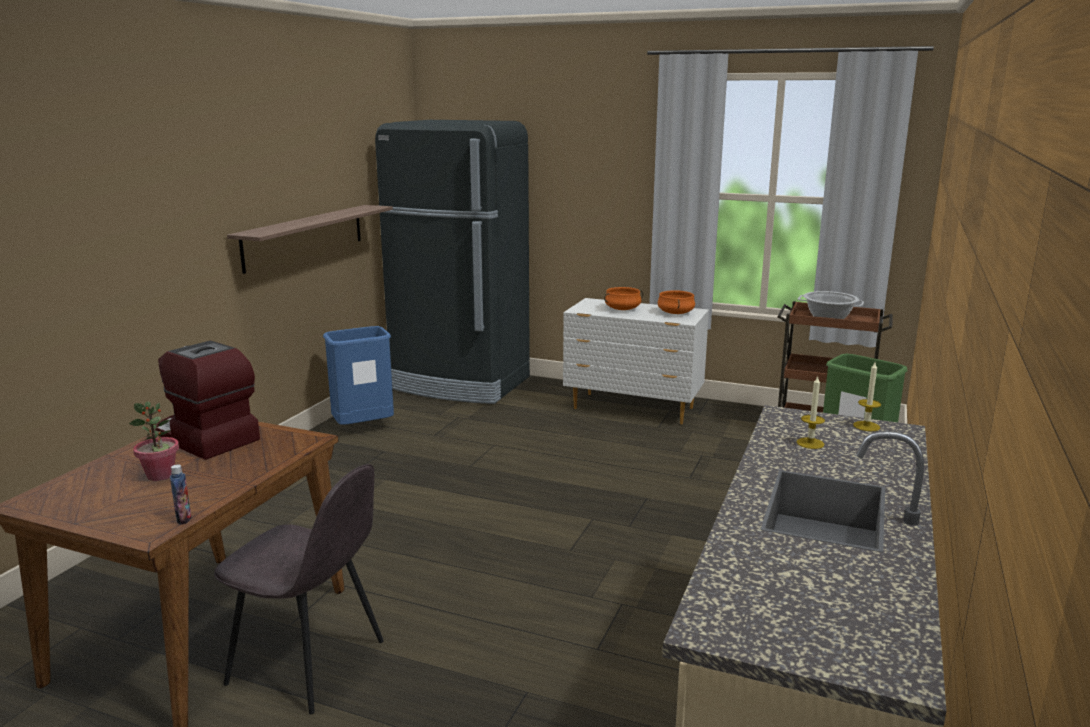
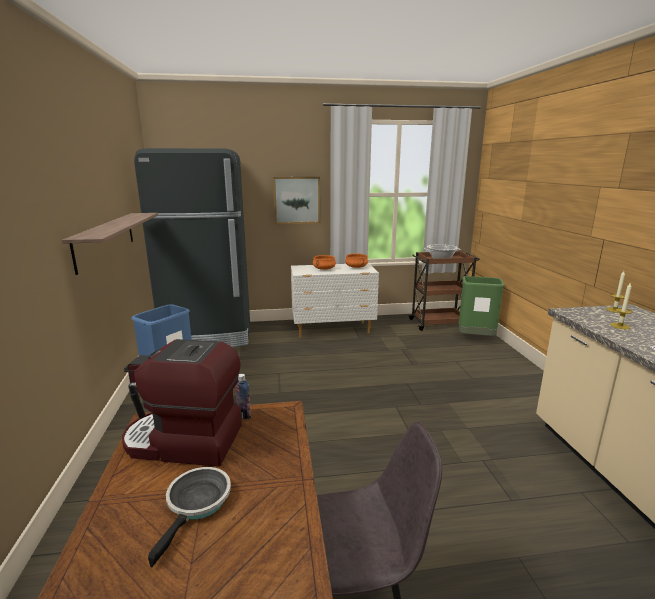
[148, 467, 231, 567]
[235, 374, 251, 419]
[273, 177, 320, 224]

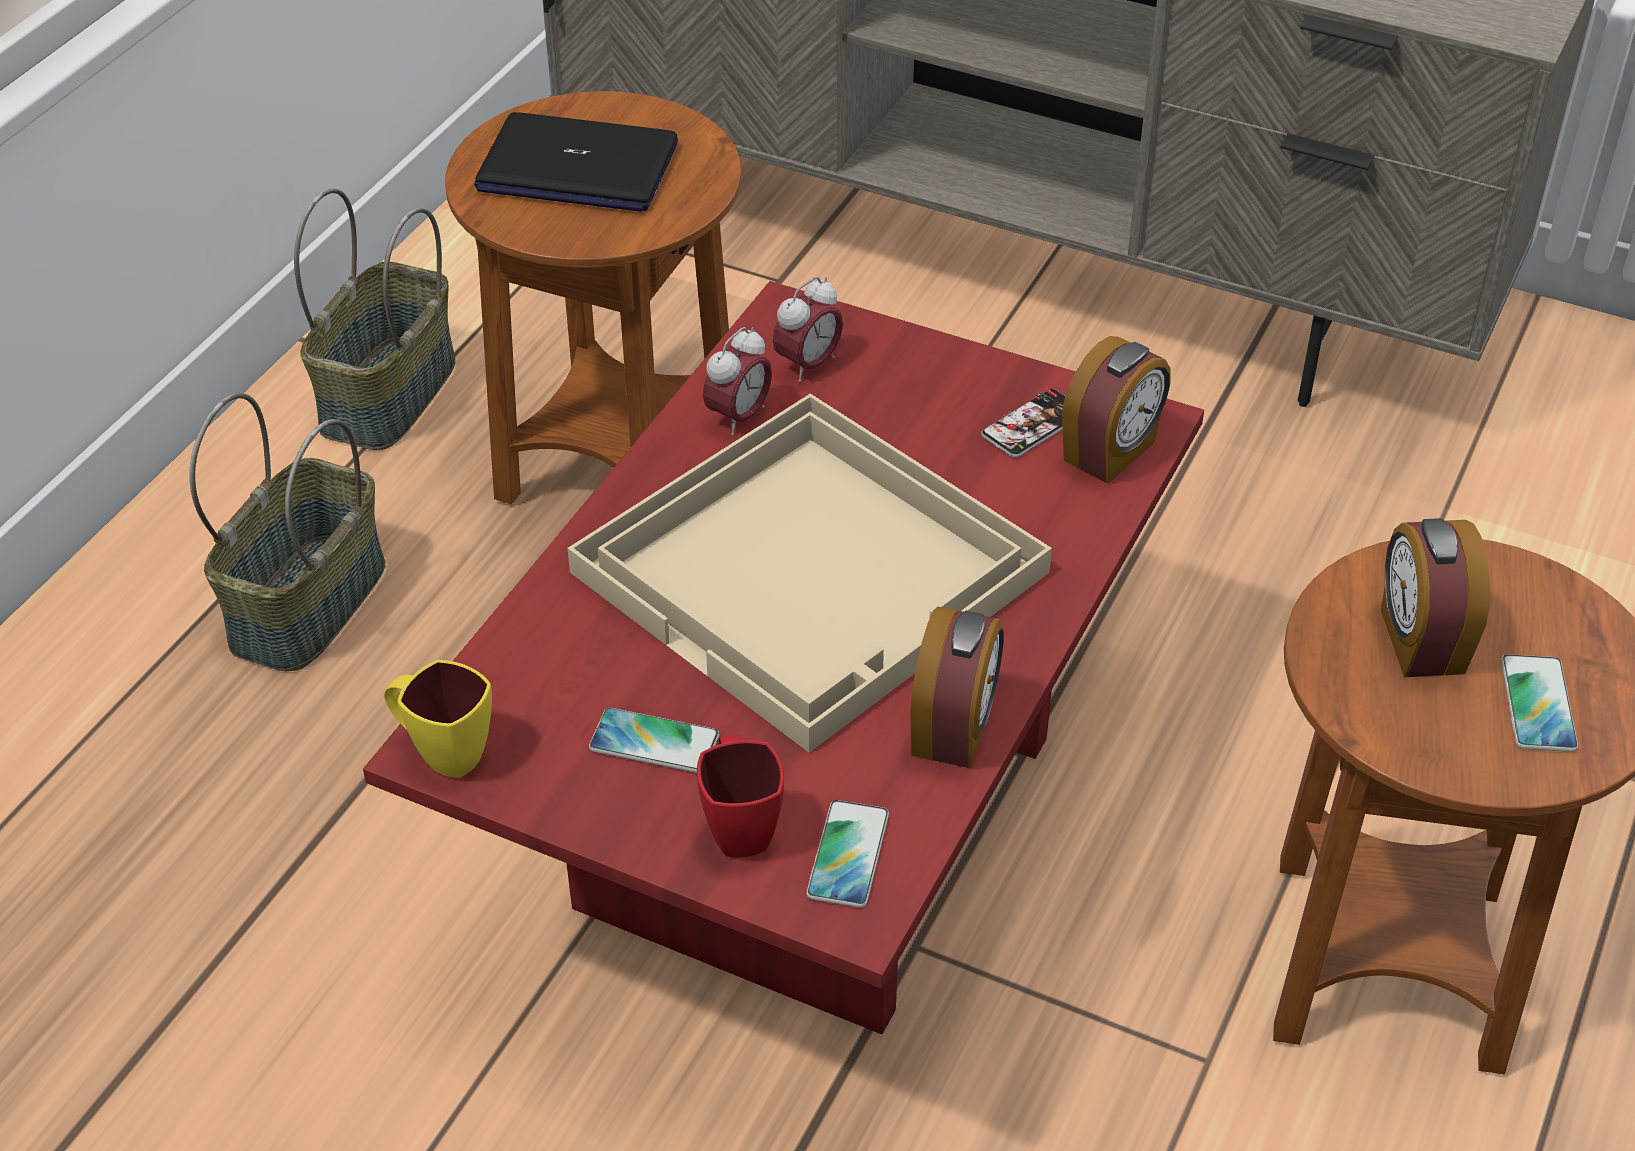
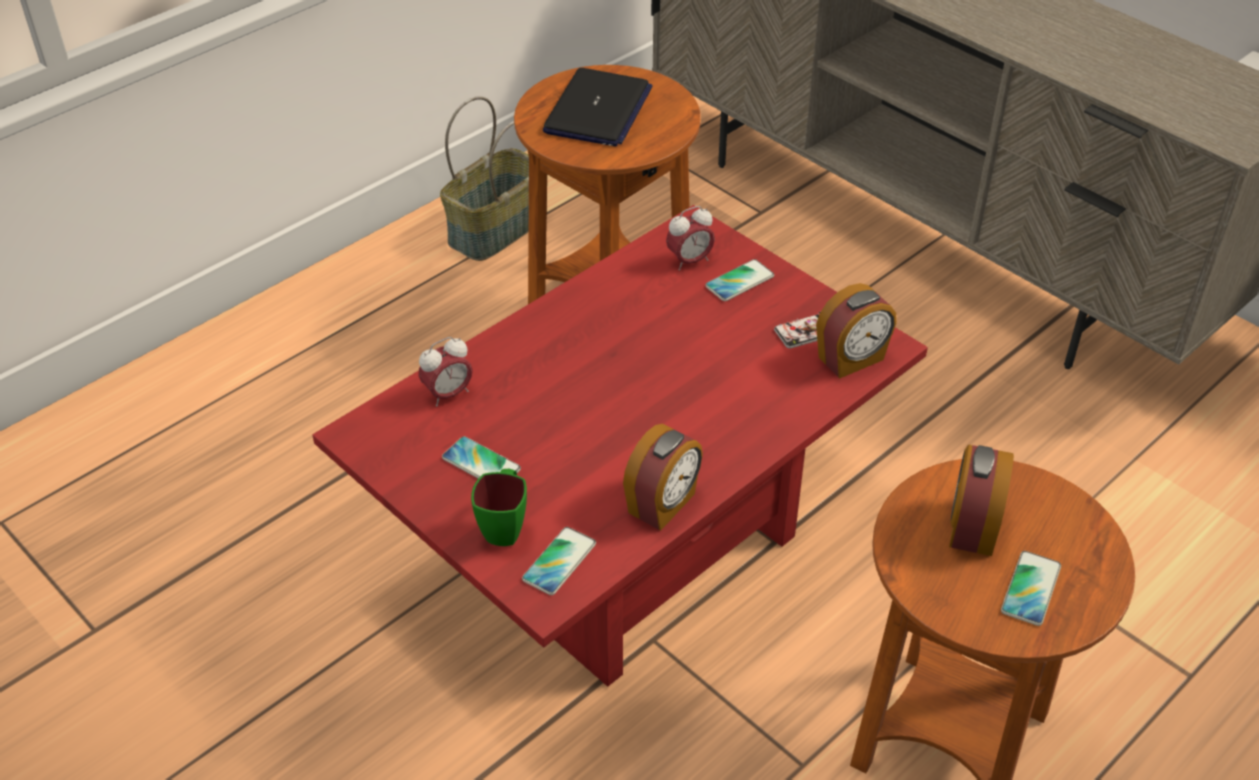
[543, 68, 653, 146]
[418, 337, 473, 407]
[190, 393, 385, 671] (first image)
[567, 394, 1052, 752] (first image)
[385, 660, 492, 778] (first image)
[471, 469, 527, 546]
[705, 259, 774, 301]

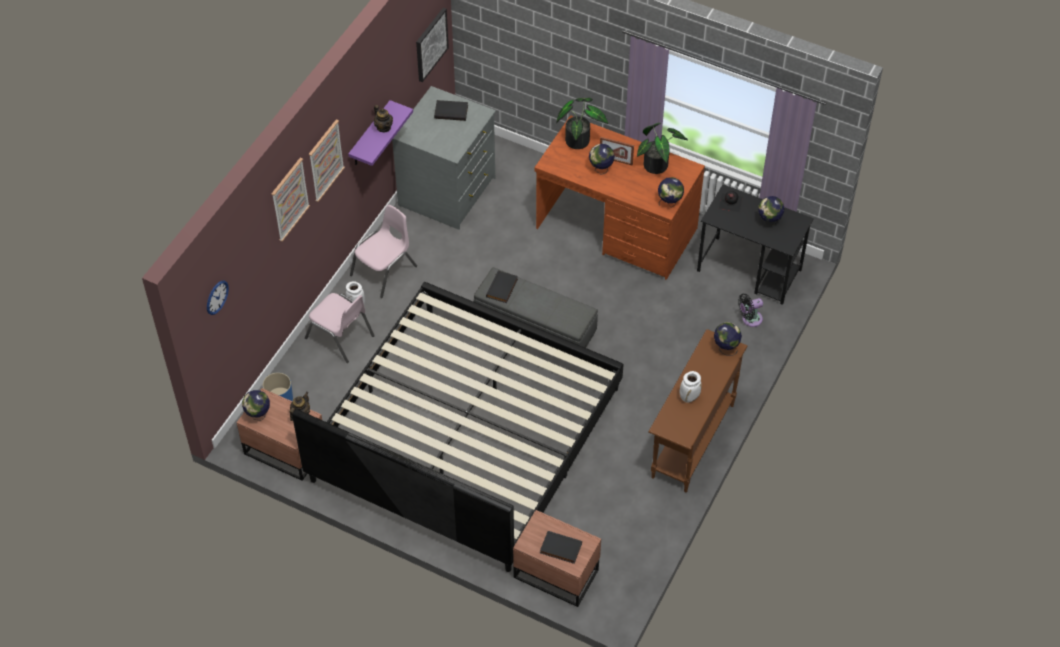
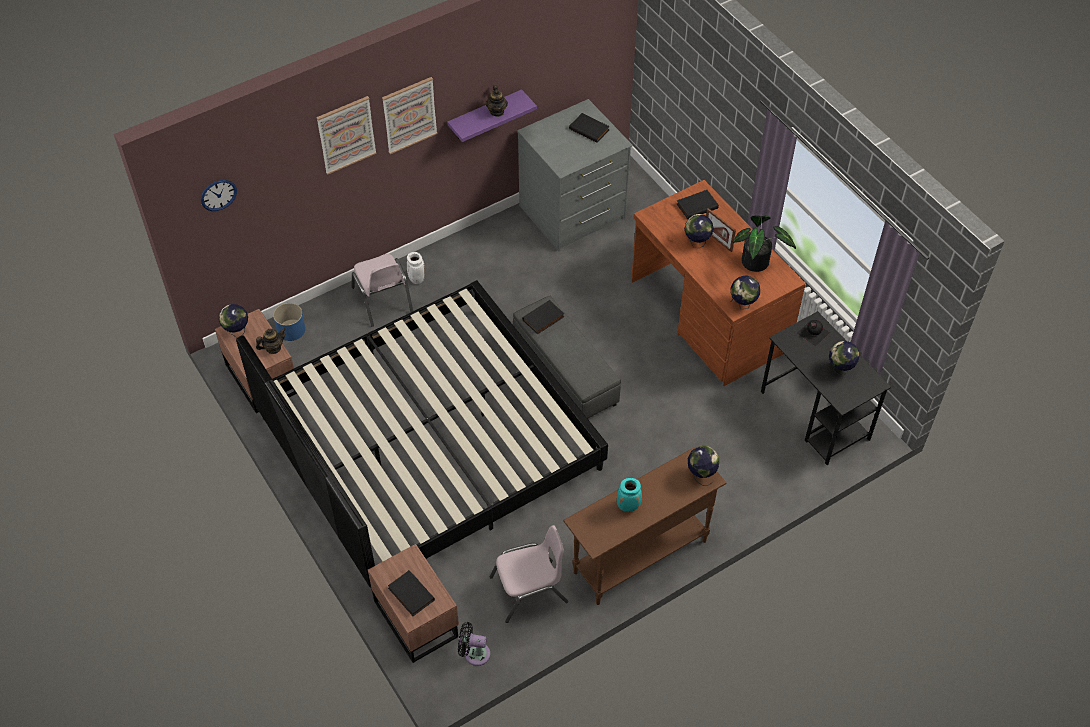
[416, 8, 449, 82] (first image)
[677, 190, 719, 219]
[490, 525, 568, 623]
[458, 622, 490, 666]
[617, 478, 642, 512]

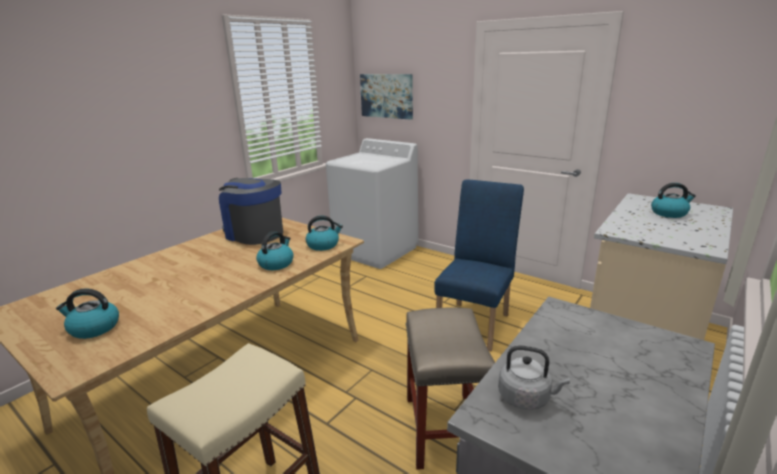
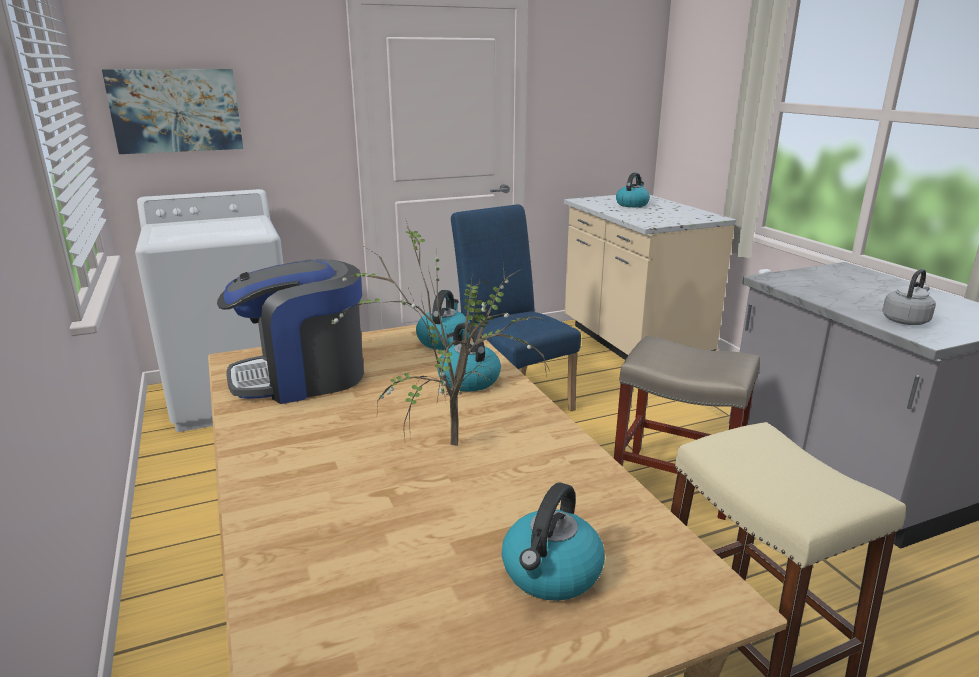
[331, 218, 553, 446]

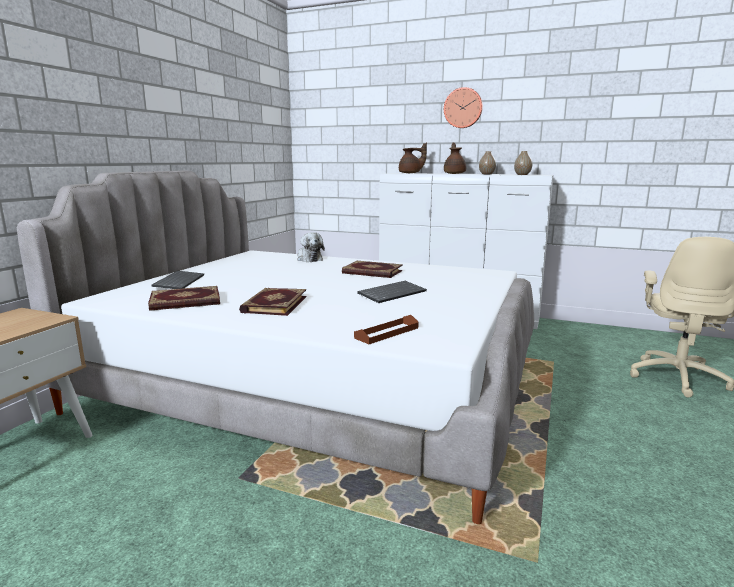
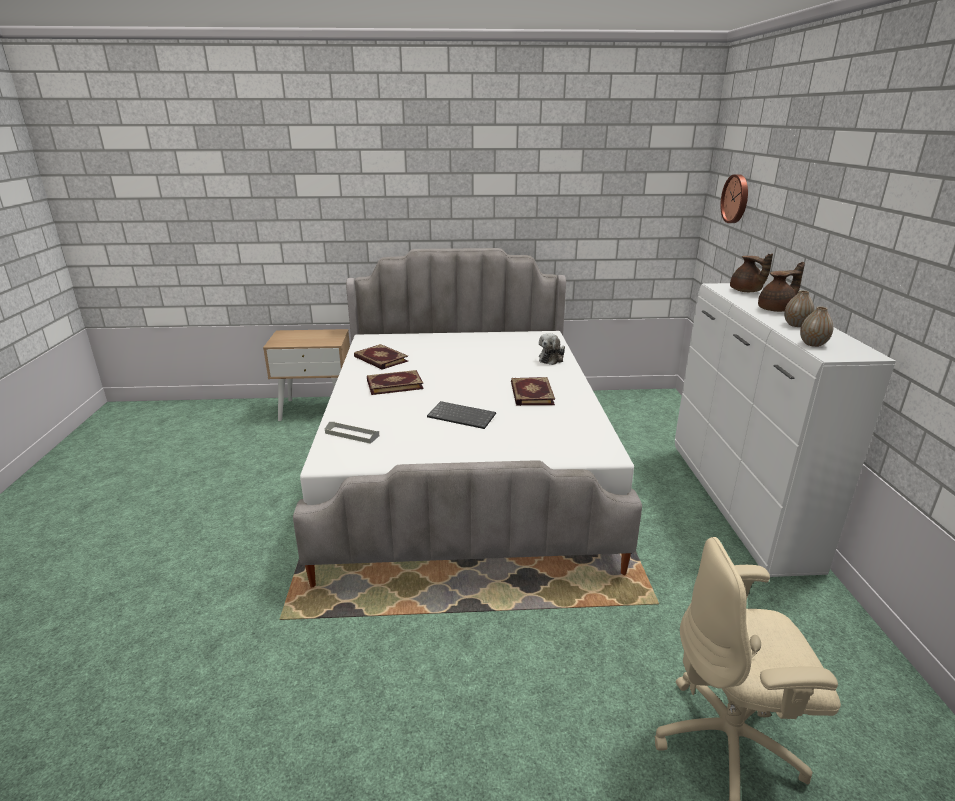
[720, 174, 748, 223]
[152, 271, 204, 289] (first image)
[325, 422, 379, 444]

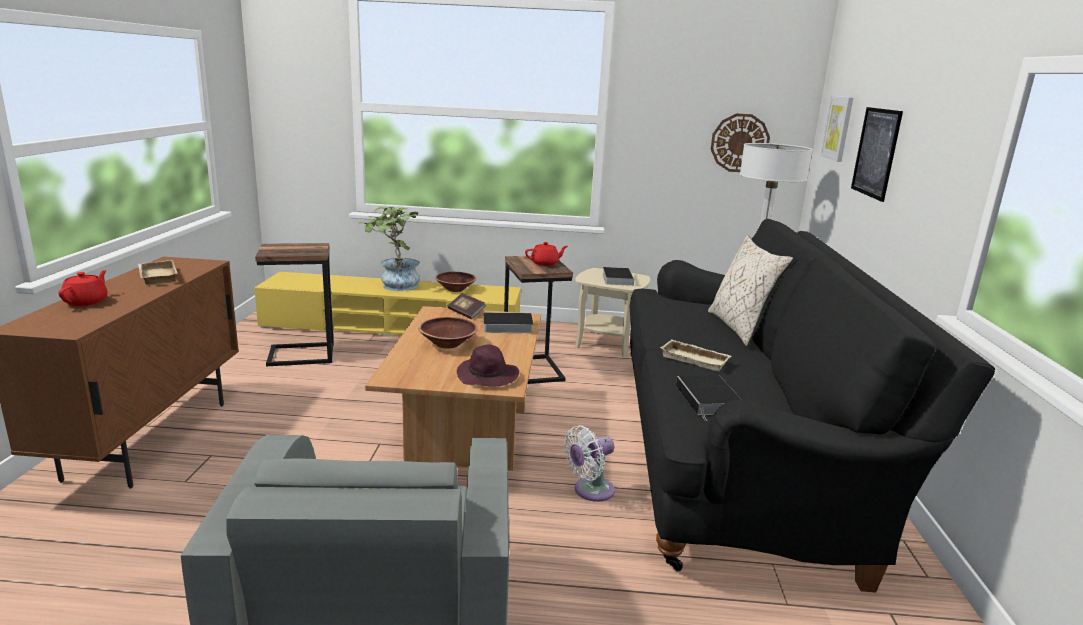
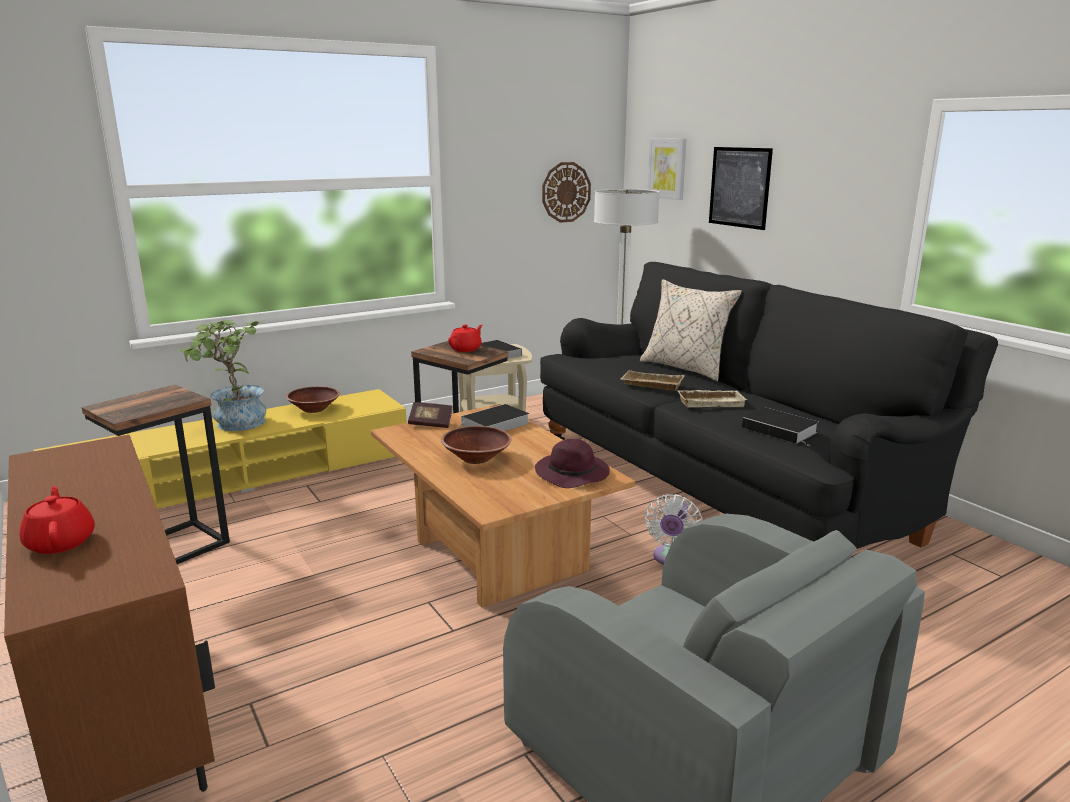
[621, 370, 685, 390]

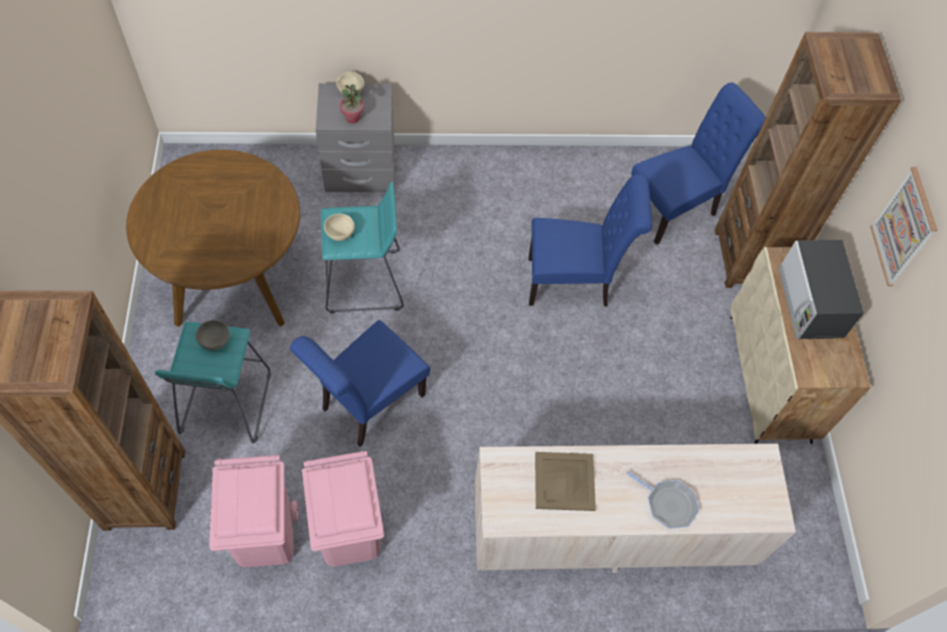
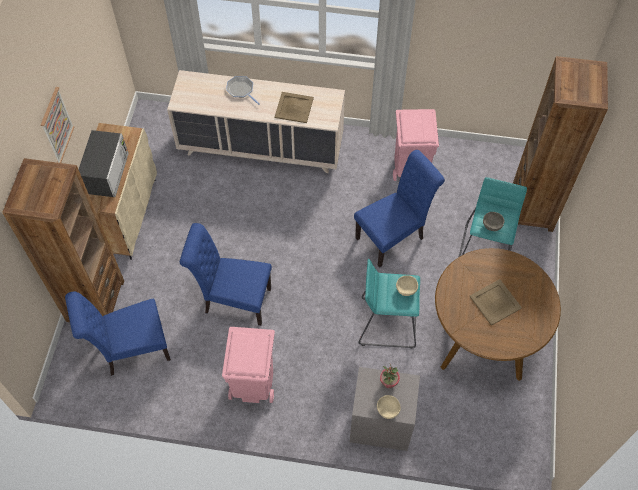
[222, 327, 275, 403]
[469, 279, 522, 326]

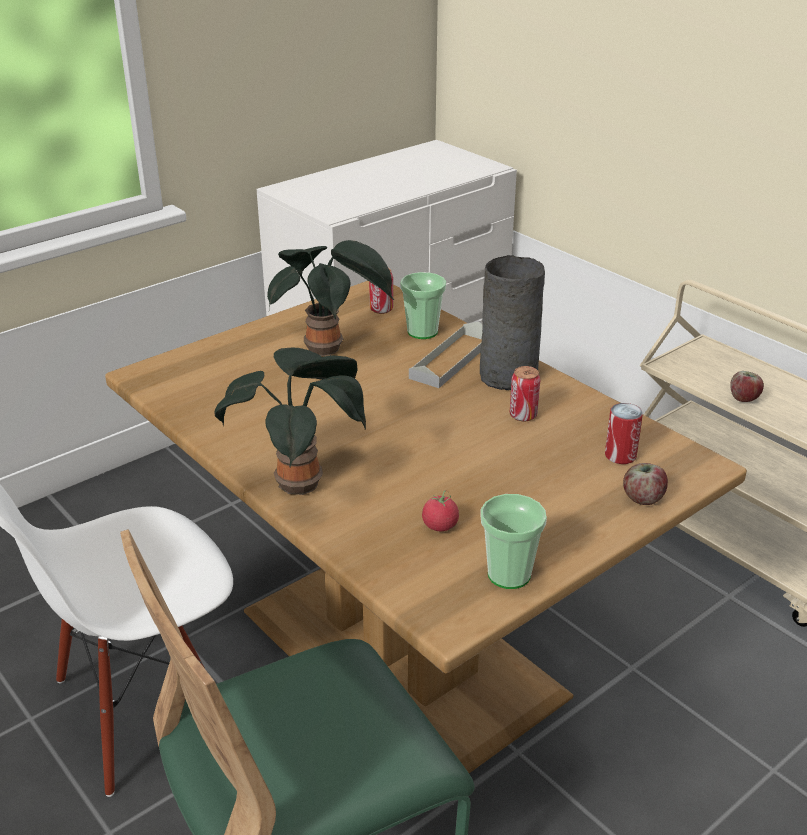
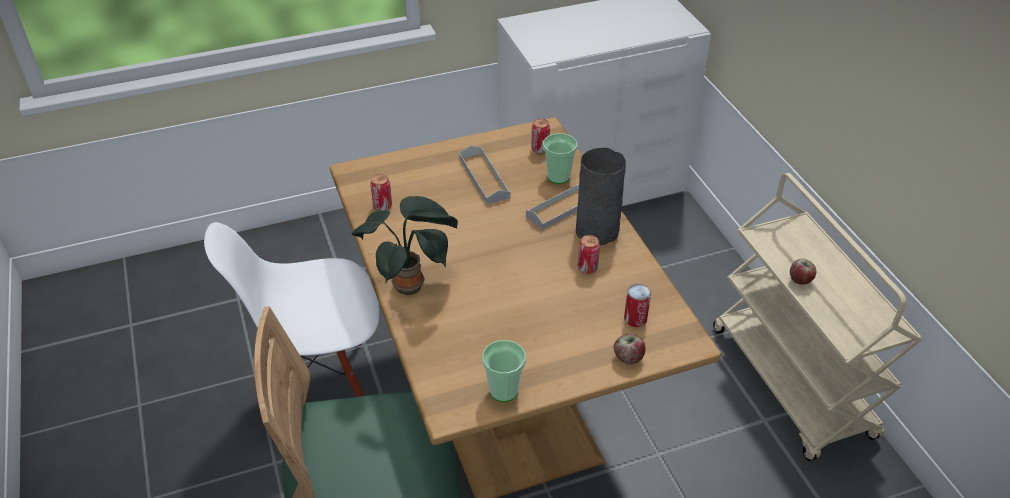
[459, 145, 511, 204]
[422, 490, 459, 531] (first image)
[370, 174, 392, 211]

